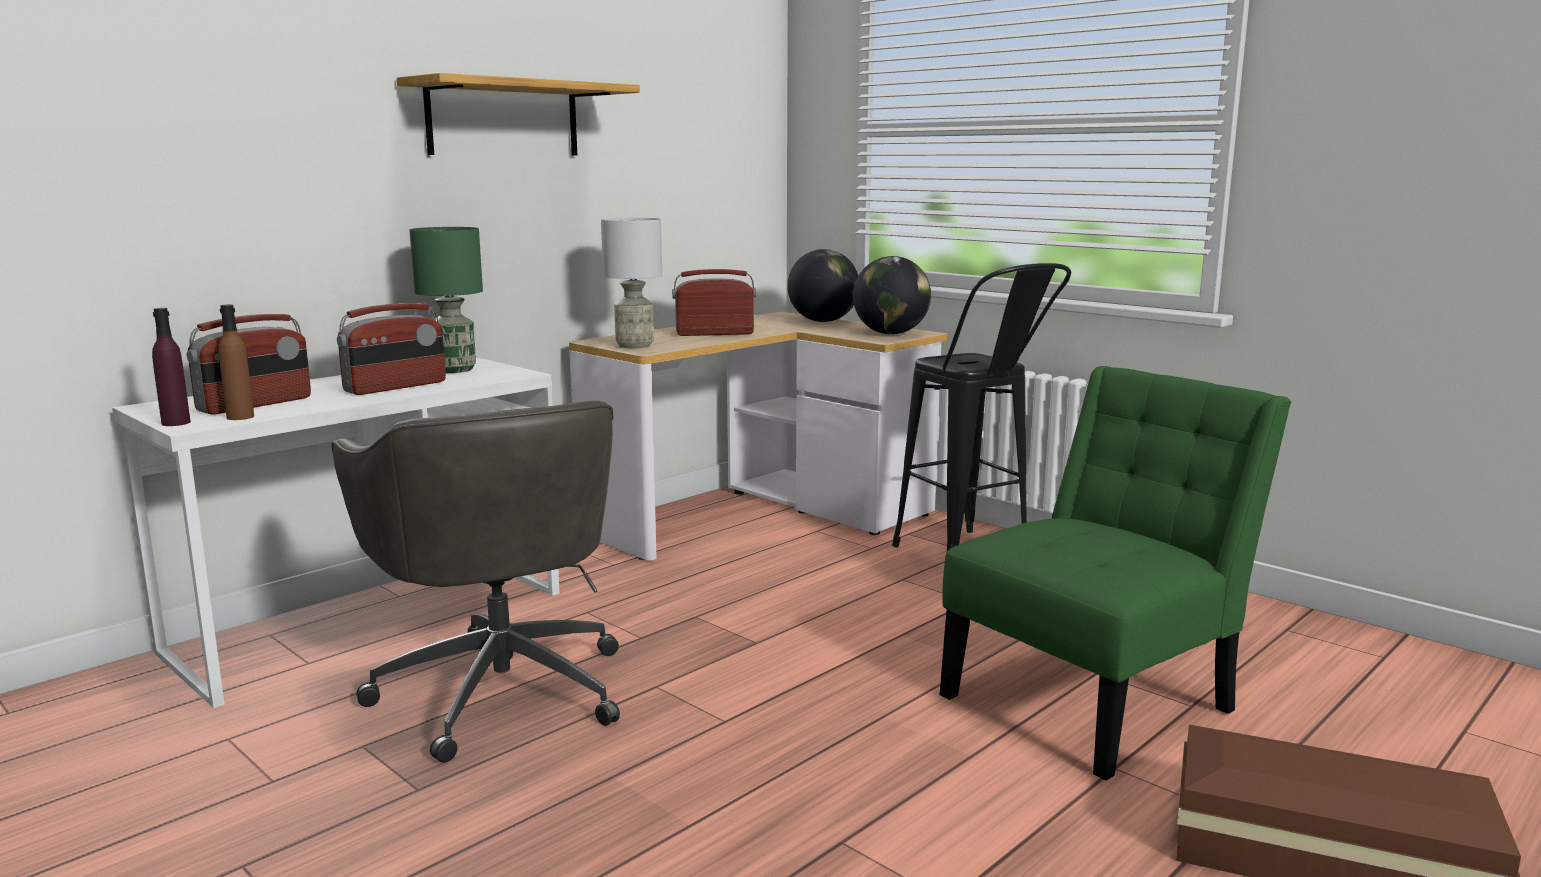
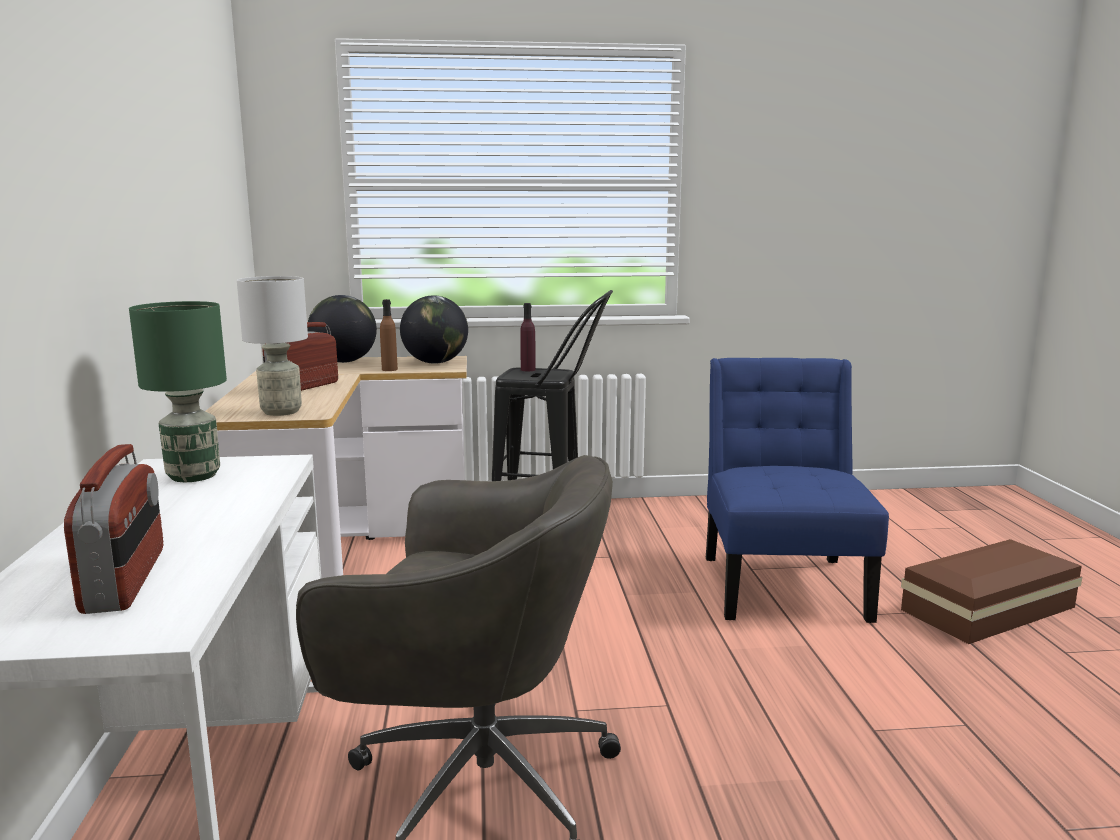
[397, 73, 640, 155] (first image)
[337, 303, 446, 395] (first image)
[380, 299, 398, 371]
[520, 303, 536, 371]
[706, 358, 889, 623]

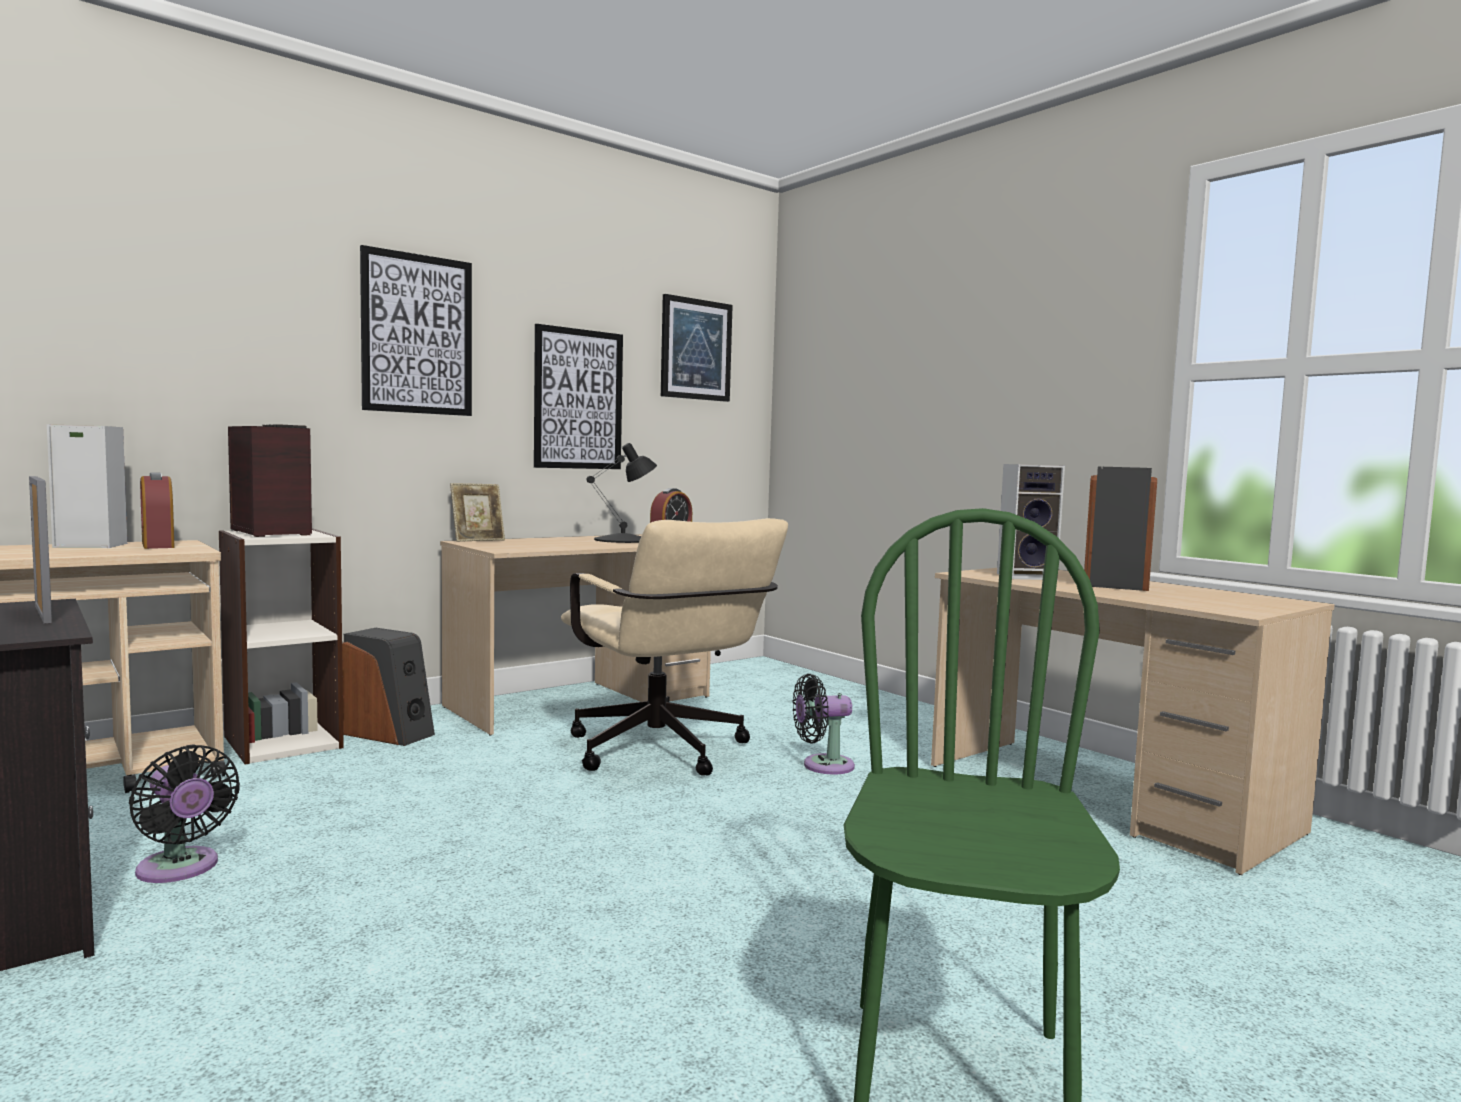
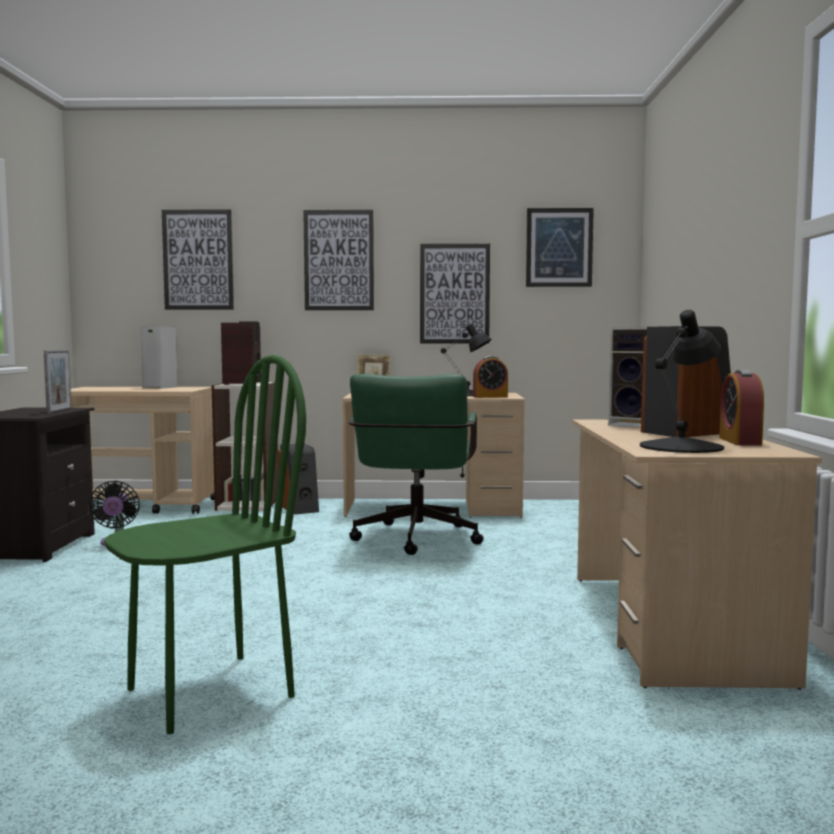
[719, 370, 764, 446]
[349, 374, 484, 555]
[793, 674, 855, 775] (first image)
[162, 209, 234, 310]
[640, 310, 724, 453]

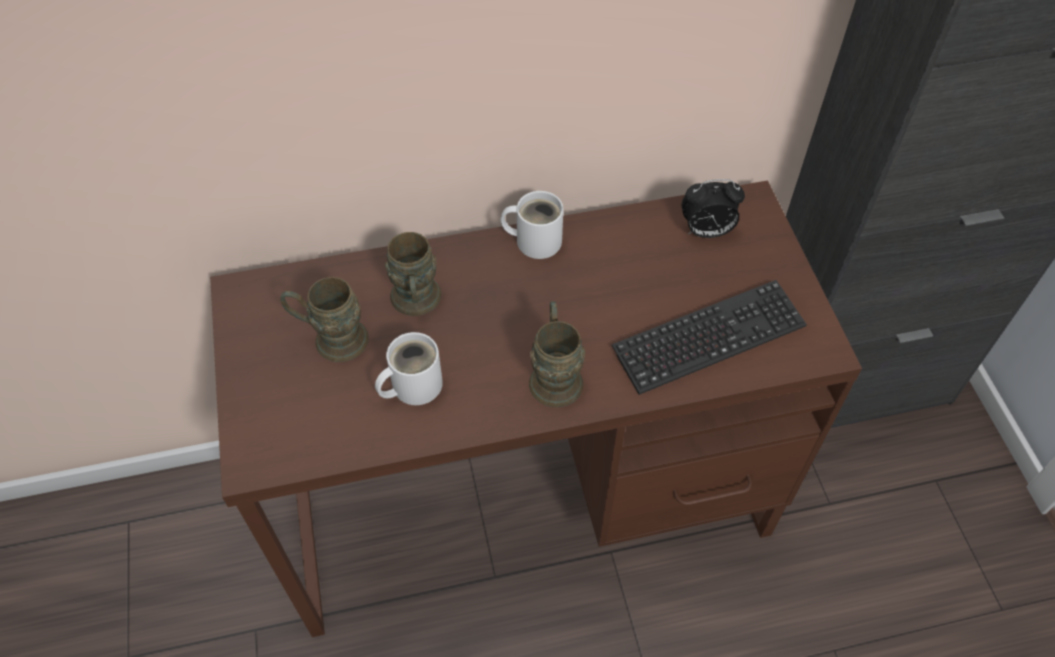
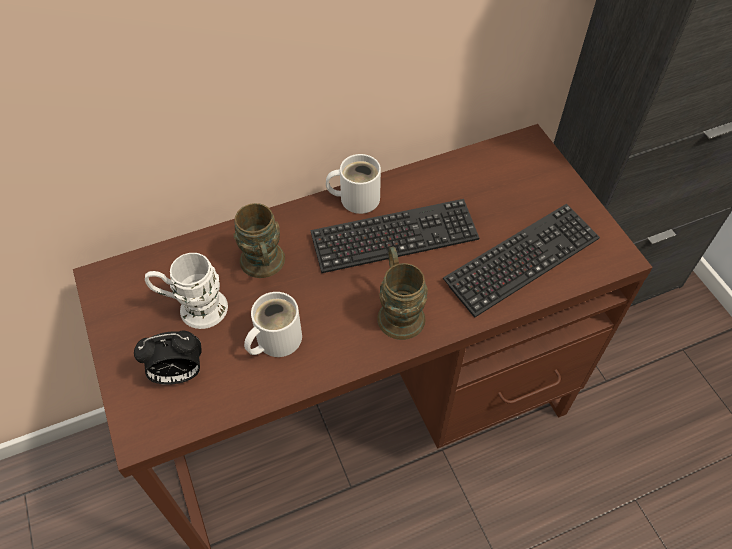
[134, 331, 202, 385]
[145, 253, 228, 329]
[310, 199, 479, 273]

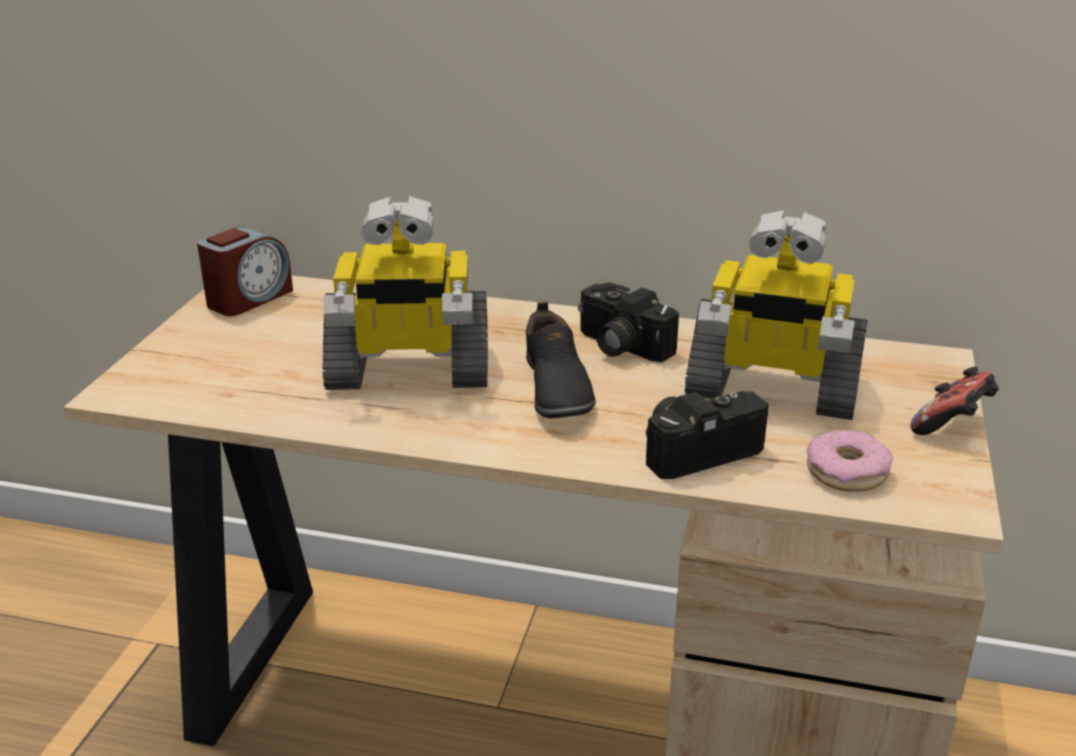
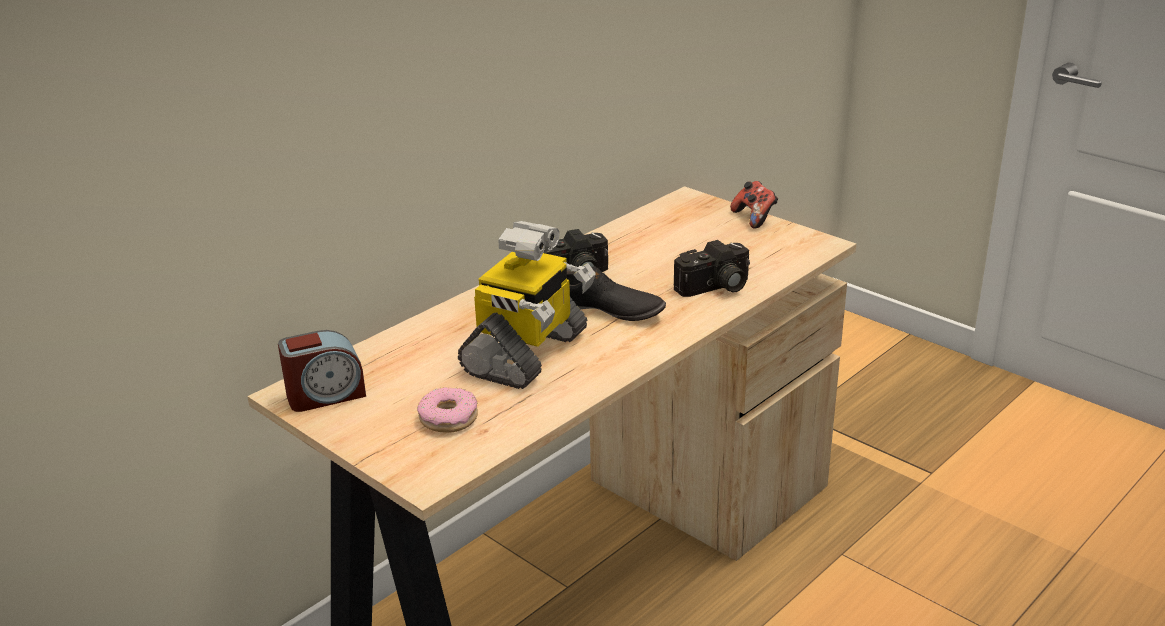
[685, 210, 868, 420] (first image)
[278, 330, 366, 412]
[674, 240, 750, 297]
[417, 387, 478, 433]

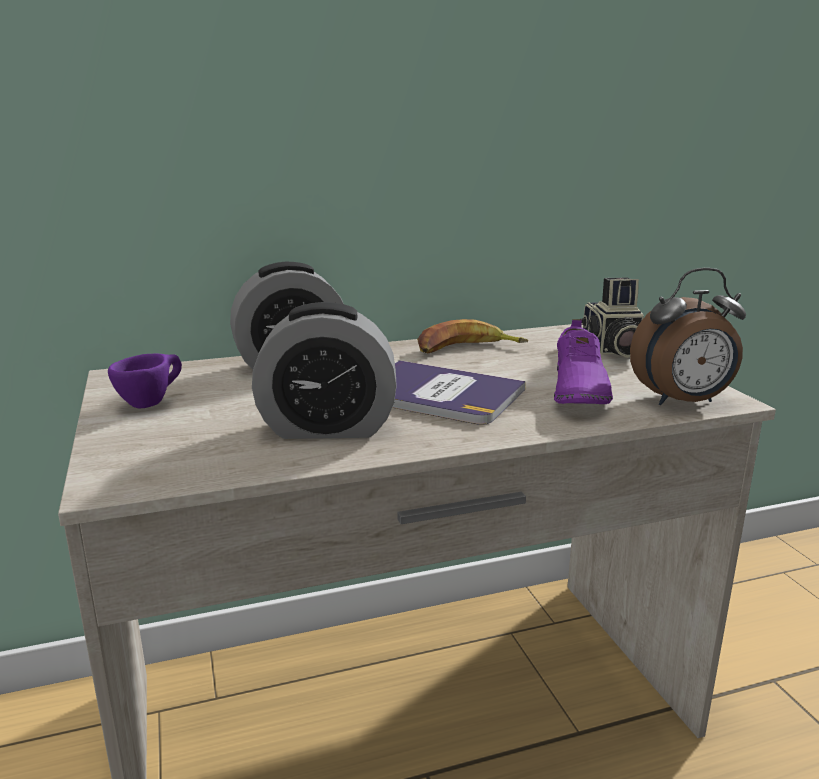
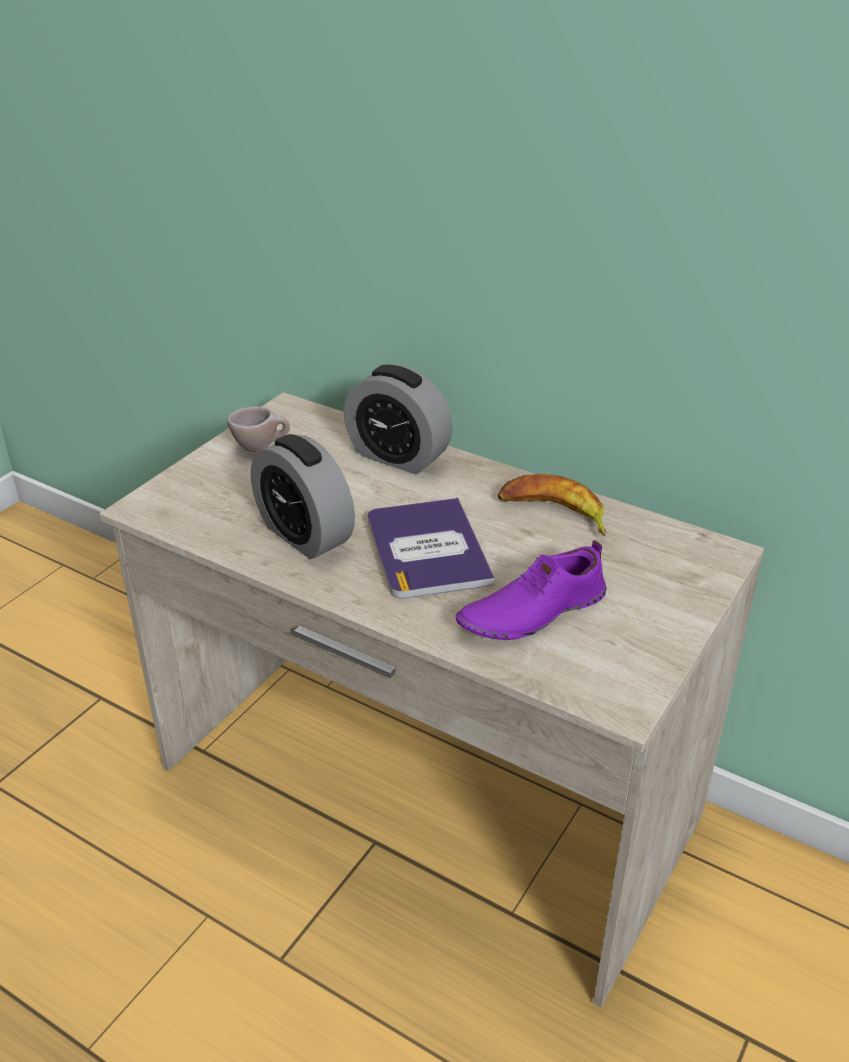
[630, 268, 746, 406] (first image)
[582, 278, 644, 358] (first image)
[227, 406, 290, 452]

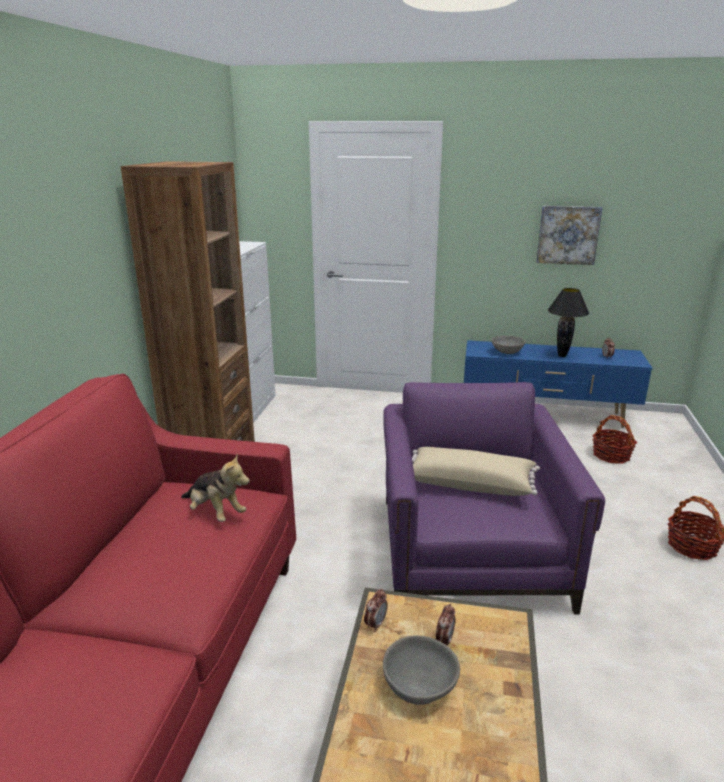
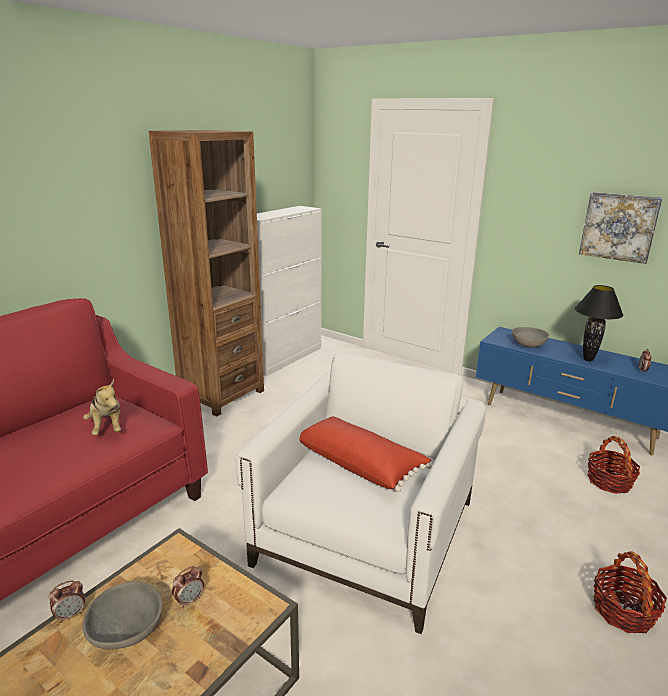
[236, 352, 486, 634]
[300, 416, 432, 492]
[49, 580, 85, 623]

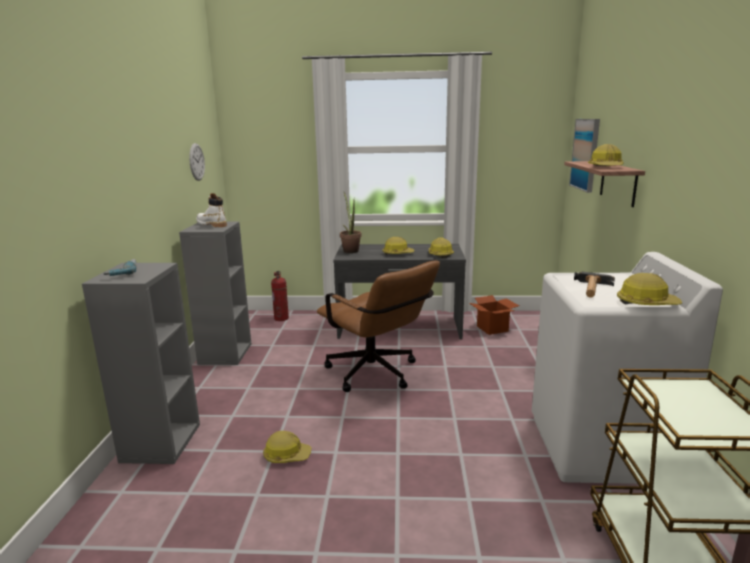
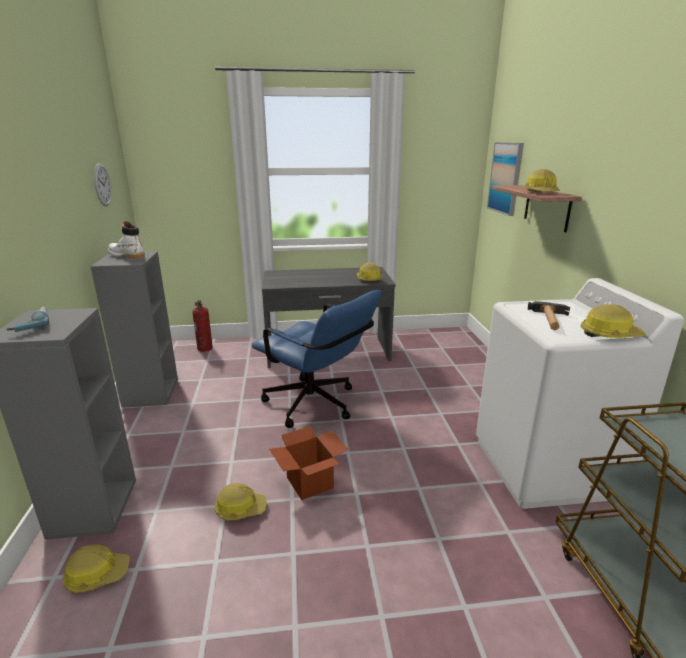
[340, 192, 362, 253] (first image)
[62, 545, 130, 593]
[252, 290, 381, 428]
[269, 426, 349, 500]

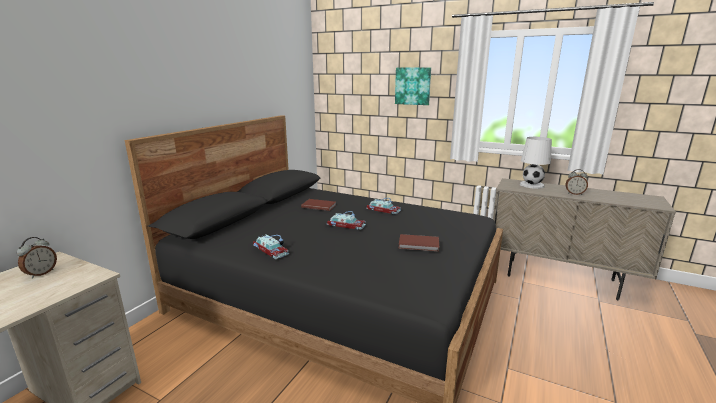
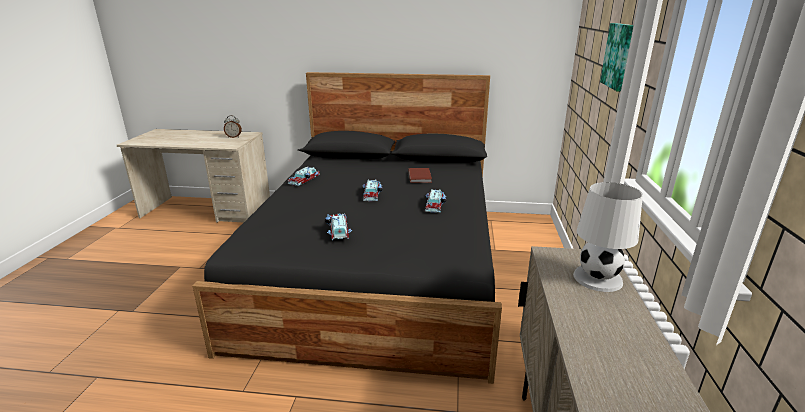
[566, 169, 588, 195] (first image)
[325, 213, 352, 240]

